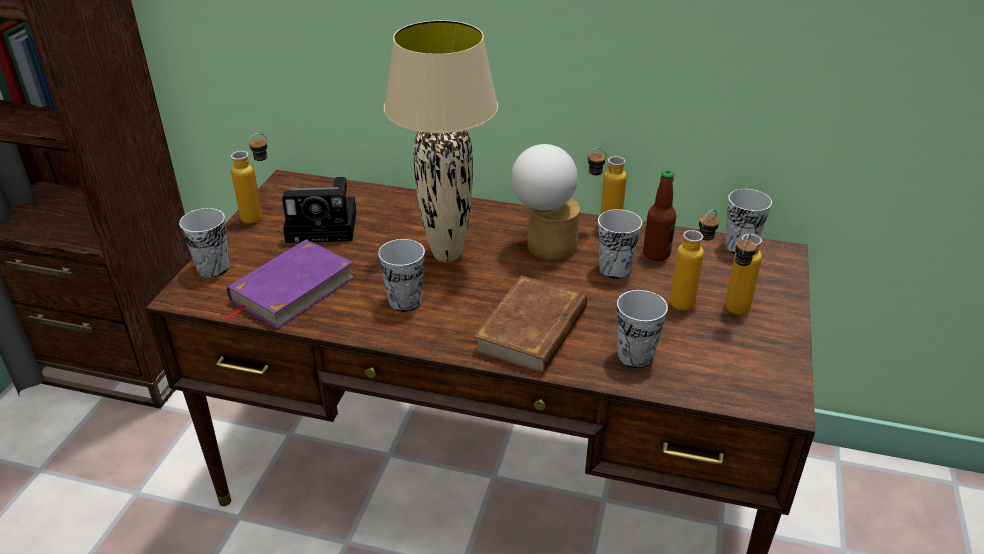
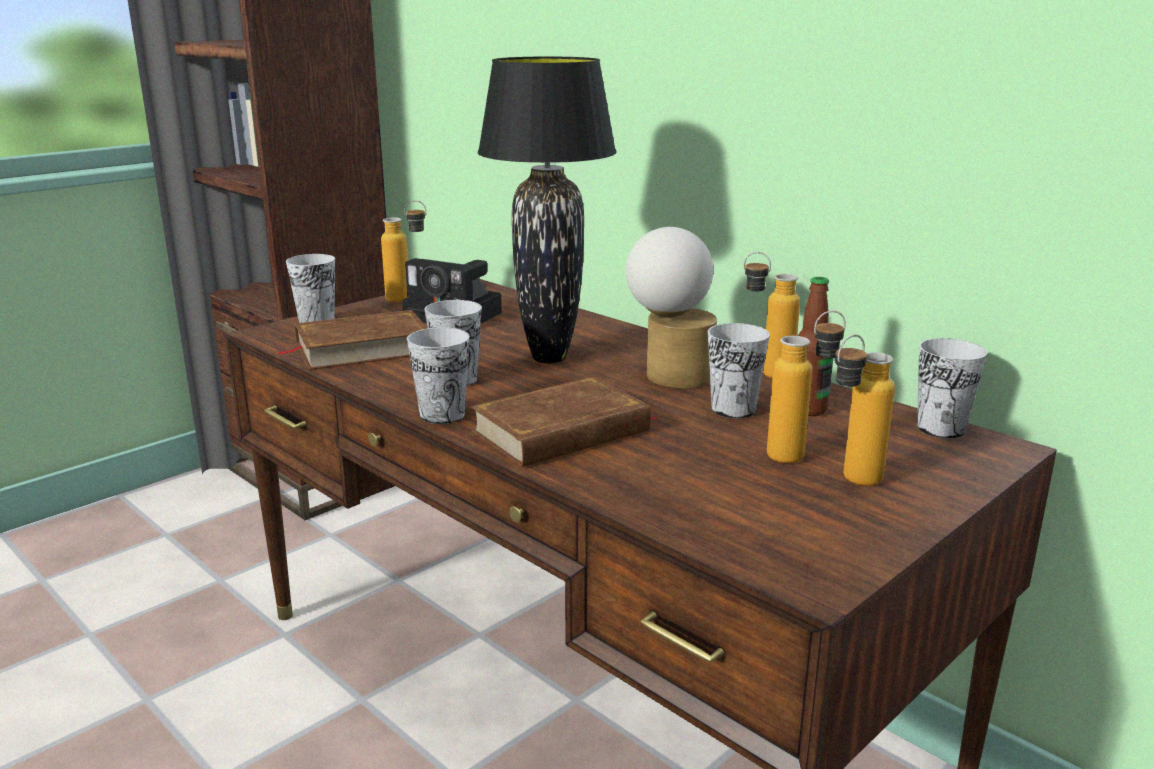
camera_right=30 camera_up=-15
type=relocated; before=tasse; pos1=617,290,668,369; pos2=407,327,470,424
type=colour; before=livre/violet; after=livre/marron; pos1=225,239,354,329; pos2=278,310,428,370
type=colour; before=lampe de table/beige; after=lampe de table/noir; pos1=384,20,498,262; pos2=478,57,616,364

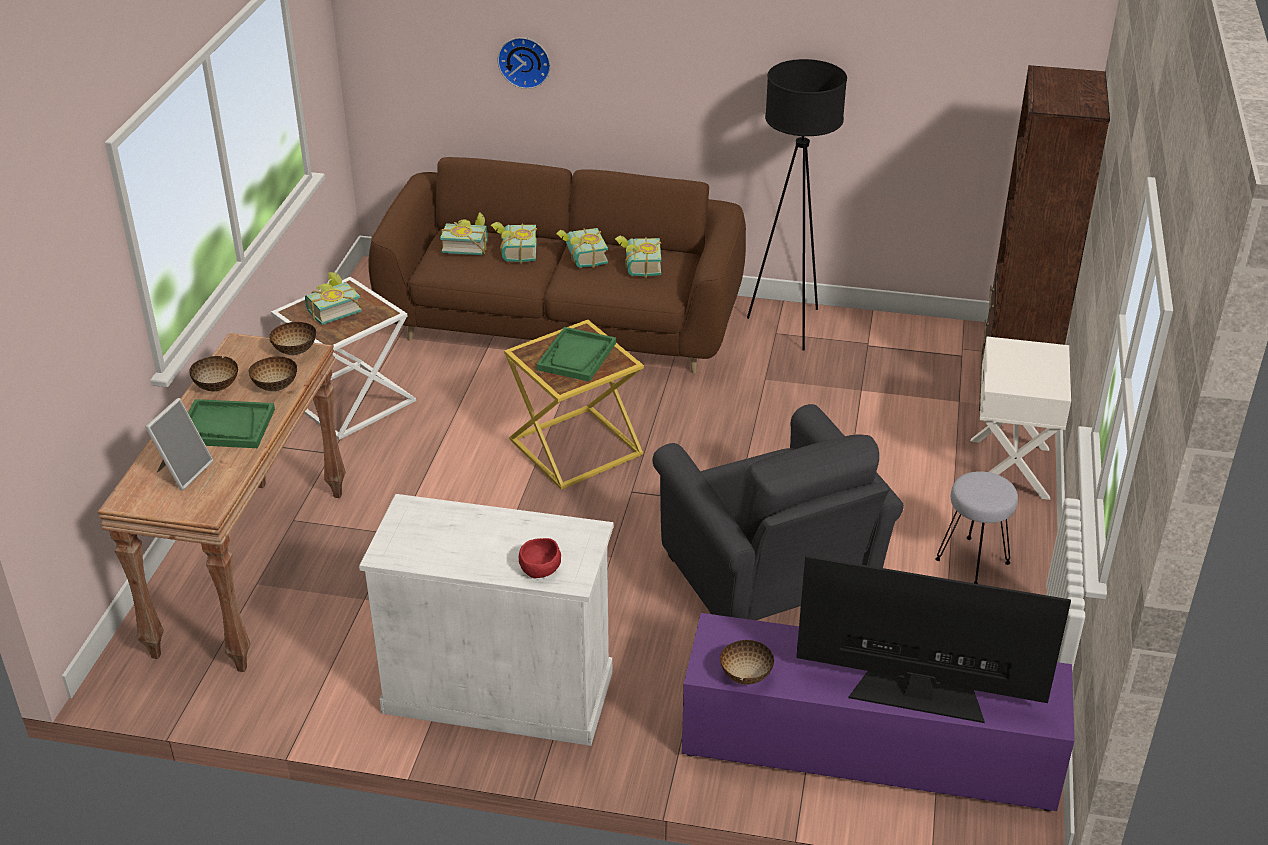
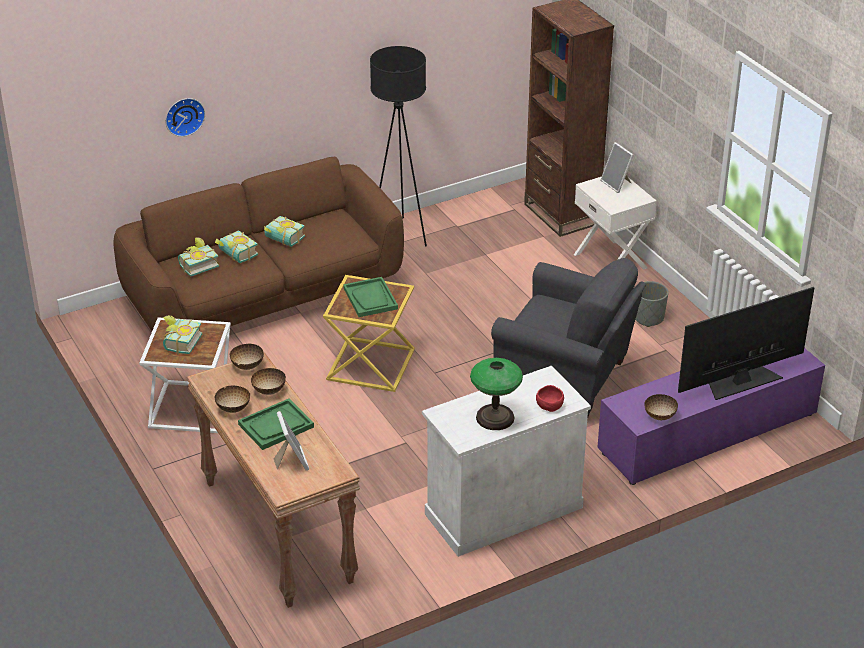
camera_right=-40 camera_up=0
type=missing; before=livre; pos1=615,235,661,278
type=appeared; after=lampe de table; pos2=470,358,523,430
type=appeared; after=cadre photo; pos2=601,142,634,193
type=exchanged; before=tabouret/gris; after=cache-pot/gris; pos1=935,471,1018,584; pos2=635,281,669,327

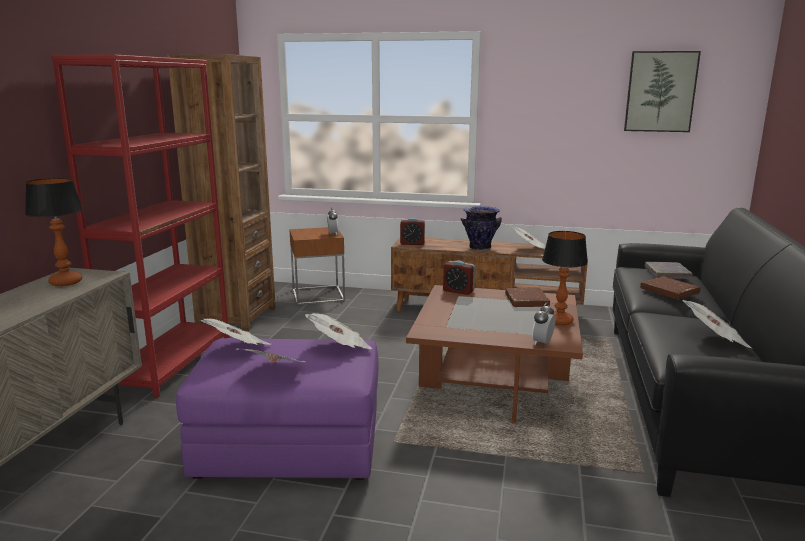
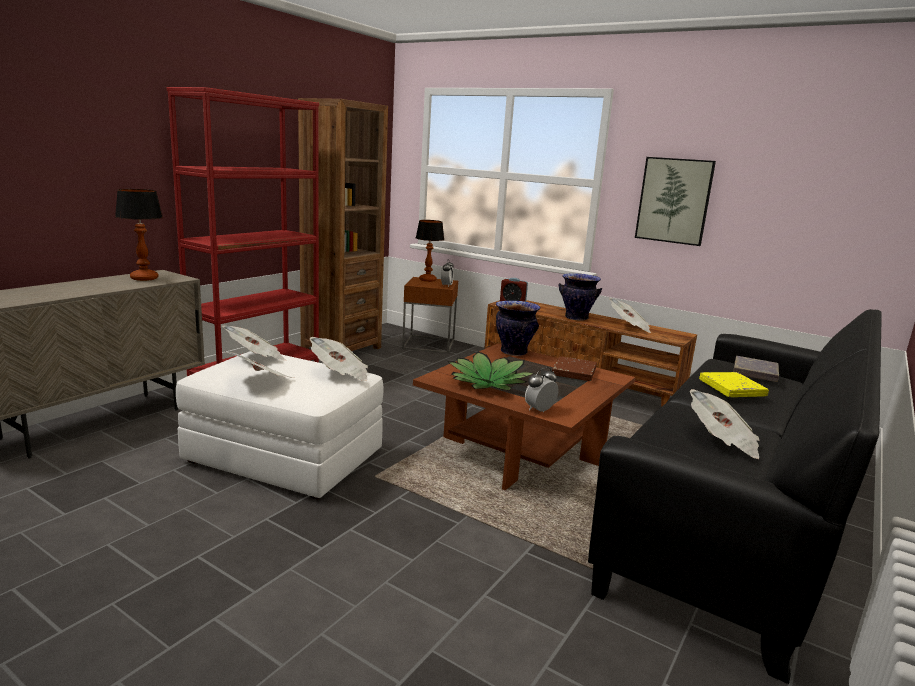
camera_right=20 camera_up=0
type=appeared; after=plante en pot; pos2=447,351,535,391
type=relocated; before=lampe de table; pos1=542,231,588,325; pos2=416,220,444,282
type=relocated; before=tableau; pos1=624,51,701,132; pos2=635,157,716,246
type=exchanged; before=réveil; after=vase; pos1=443,261,475,295; pos2=496,301,540,356
type=colour; before=pouf/violet; after=pouf/blanc; pos1=176,338,378,480; pos2=176,351,384,499
type=colour; before=livre/marron; after=livre/jaune; pos1=640,276,701,300; pos2=699,372,769,397

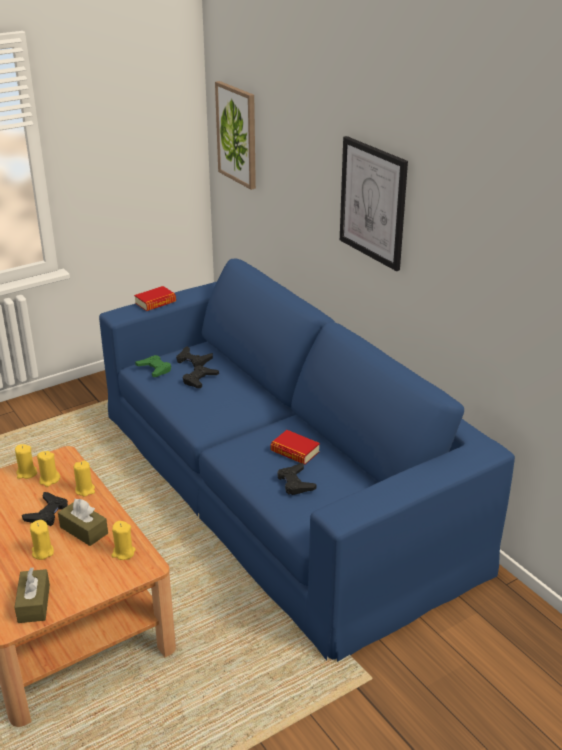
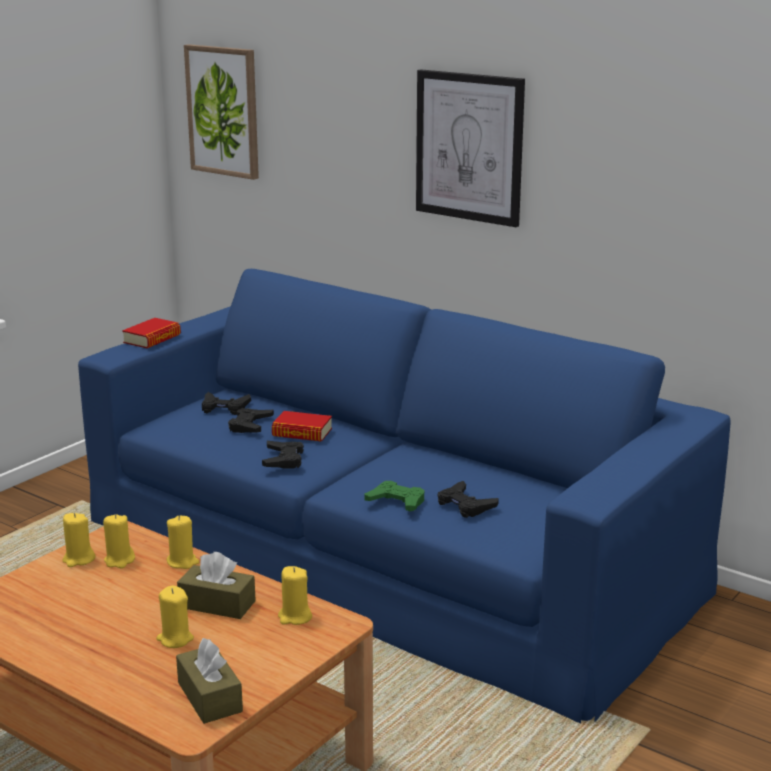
camera_right=-20 camera_up=-10
type=relocated; before=manette/noir; pos1=22,492,68,526; pos2=262,441,304,469
type=relocated; before=manette/vert; pos1=135,355,171,377; pos2=364,481,424,511
type=relocated; before=livre; pos1=271,430,320,465; pos2=272,411,332,442

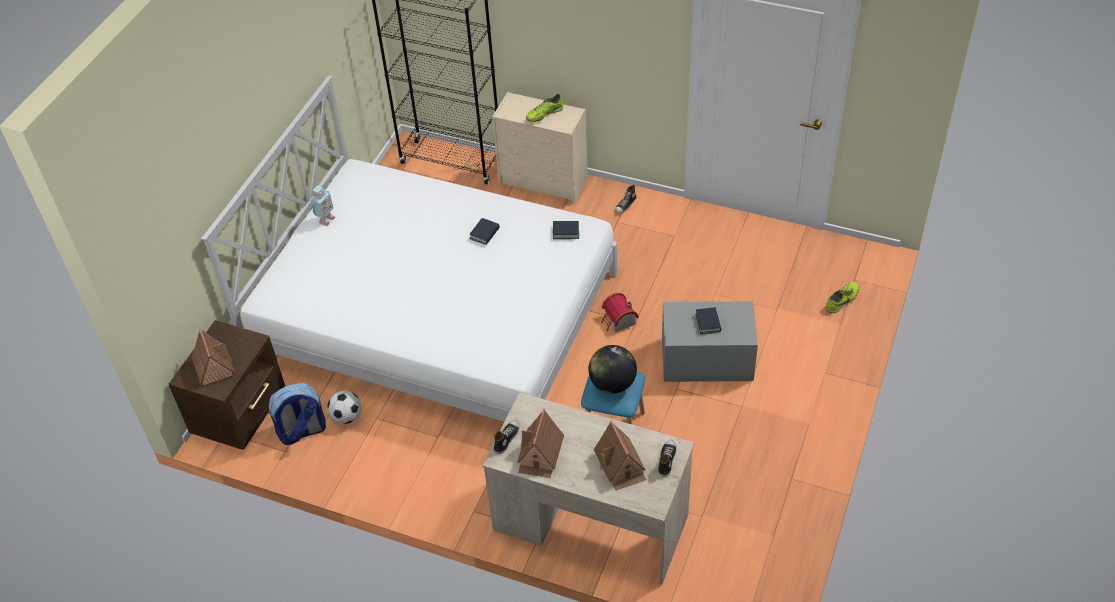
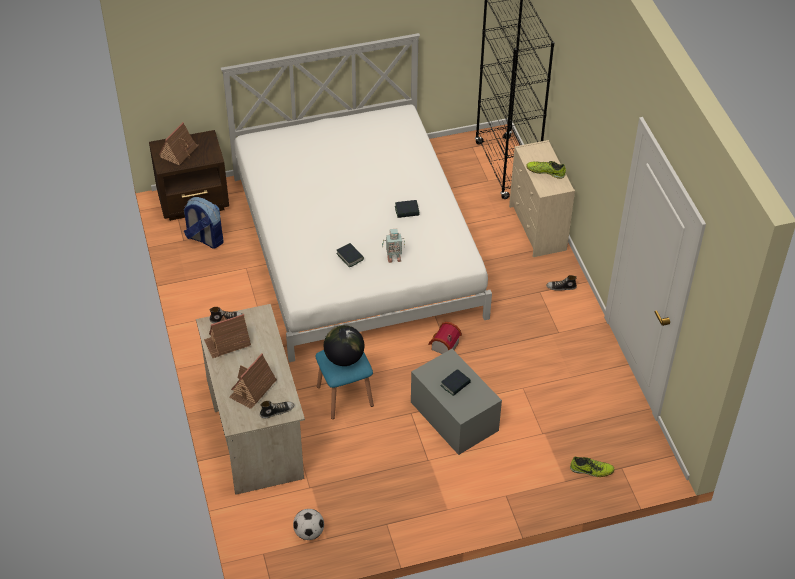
camera_right=50 camera_up=0
type=relocated; before=robot jouet; pos1=311,185,335,226; pos2=382,229,405,263
type=relocated; before=ballon de foot; pos1=327,390,361,424; pos2=293,509,324,540
type=relocated; before=livre; pos1=553,221,579,239; pos2=337,243,364,267

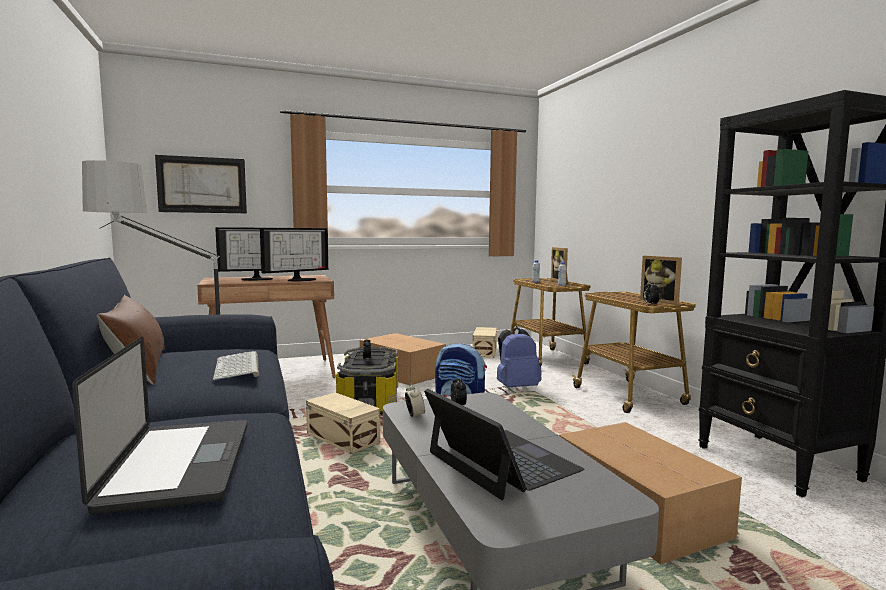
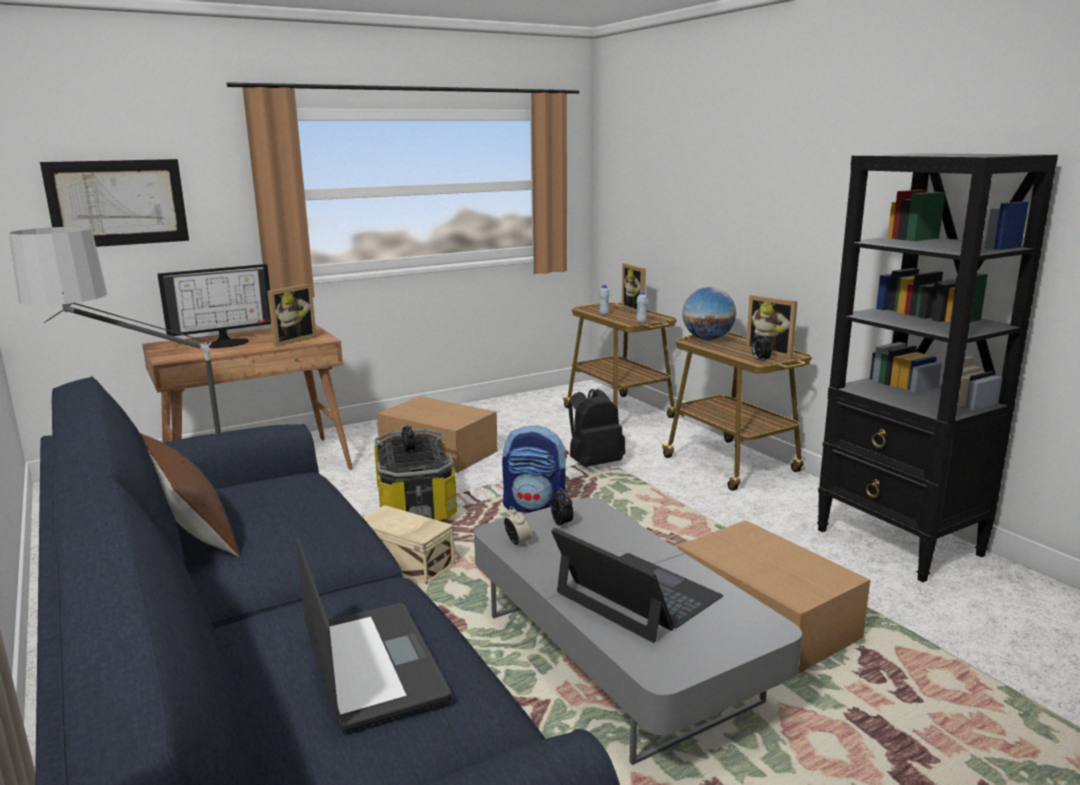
camera_right=-10 camera_up=10
type=missing; before=clavier; pos1=213,351,260,380
type=missing; before=boîte de rangement/beige; pos1=473,327,497,358
type=appeared; after=globe; pos2=682,287,736,340
type=exchanged; before=écran d'ordinateur; after=cadre photo; pos1=260,228,328,281; pos2=267,284,317,347
type=colour; before=sac à dos/bleu; after=sac à dos/noir; pos1=497,327,541,388; pos2=568,389,625,467

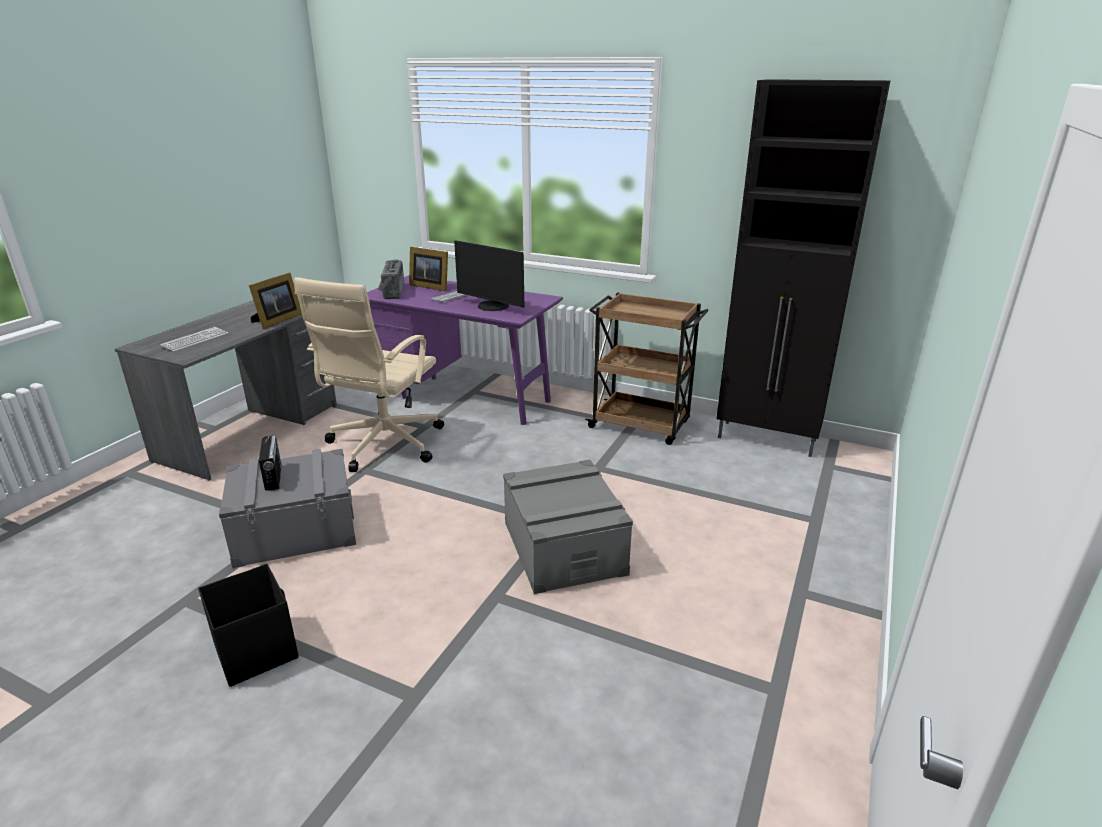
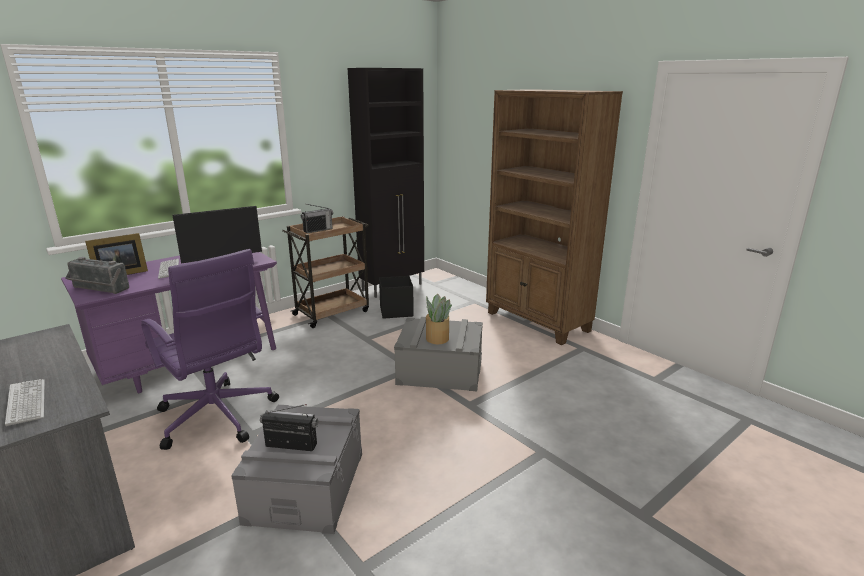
camera_right=-65 camera_up=-5
type=missing; before=cadre photo; pos1=249,273,302,329
type=appeared; after=radio; pos2=301,204,333,233
type=appeared; after=plante en pot; pos2=426,294,452,344
type=appeared; after=bibliothèque/marron; pos2=486,89,623,345
type=relocated; before=boîte de rangement/noir; pos1=198,564,299,687; pos2=379,276,414,319
type=colour; before=chaise de bureau/beige; after=chaise de bureau/violet; pos1=294,277,444,472; pos2=141,249,279,450

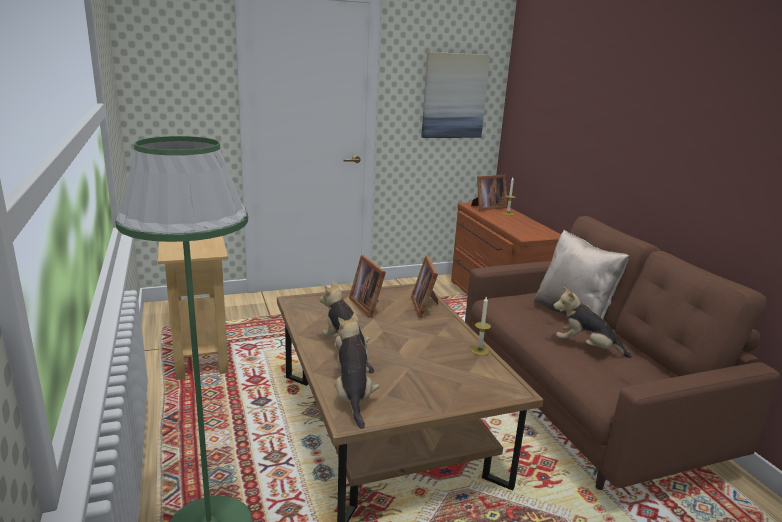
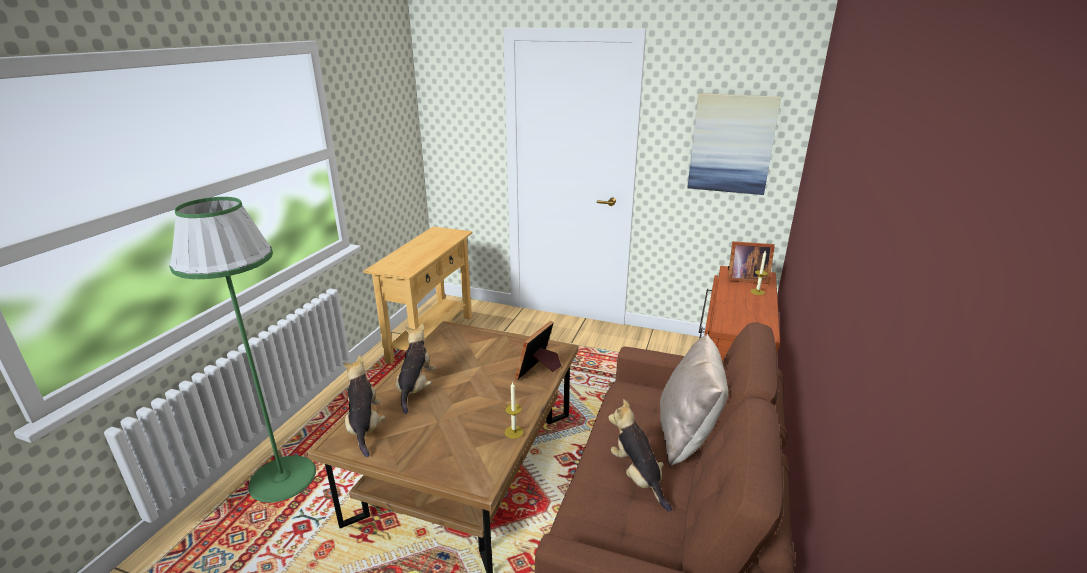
camera_right=40 camera_up=5
type=missing; before=cadre photo; pos1=349,255,386,318
type=spun; before=peluche; pos1=336,313,380,429; pos2=343,355,385,457; turn=-45

